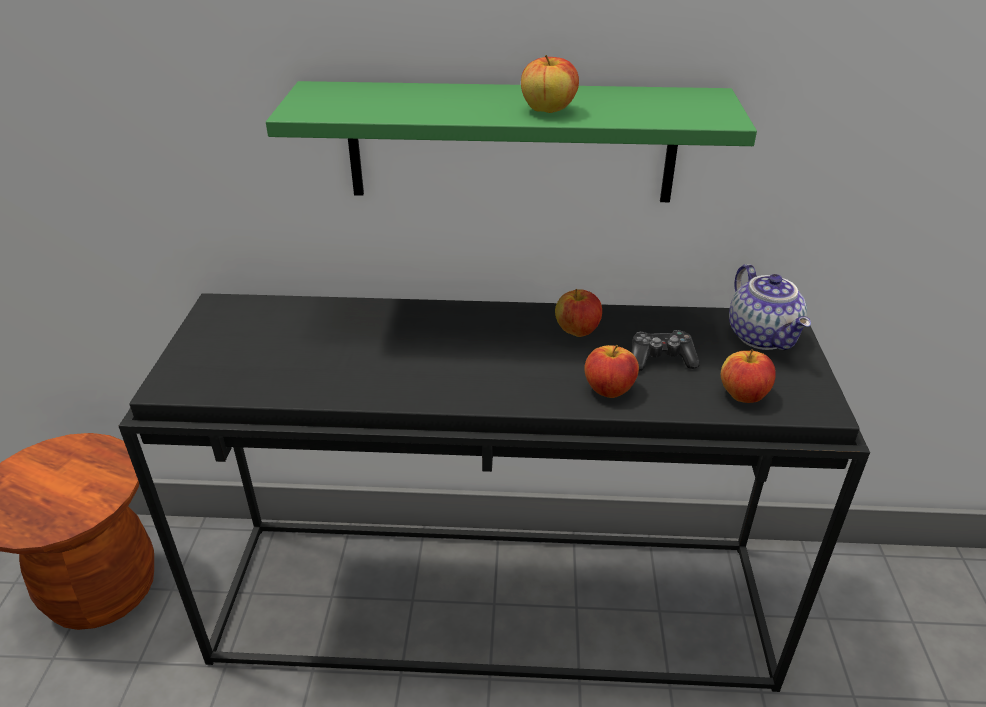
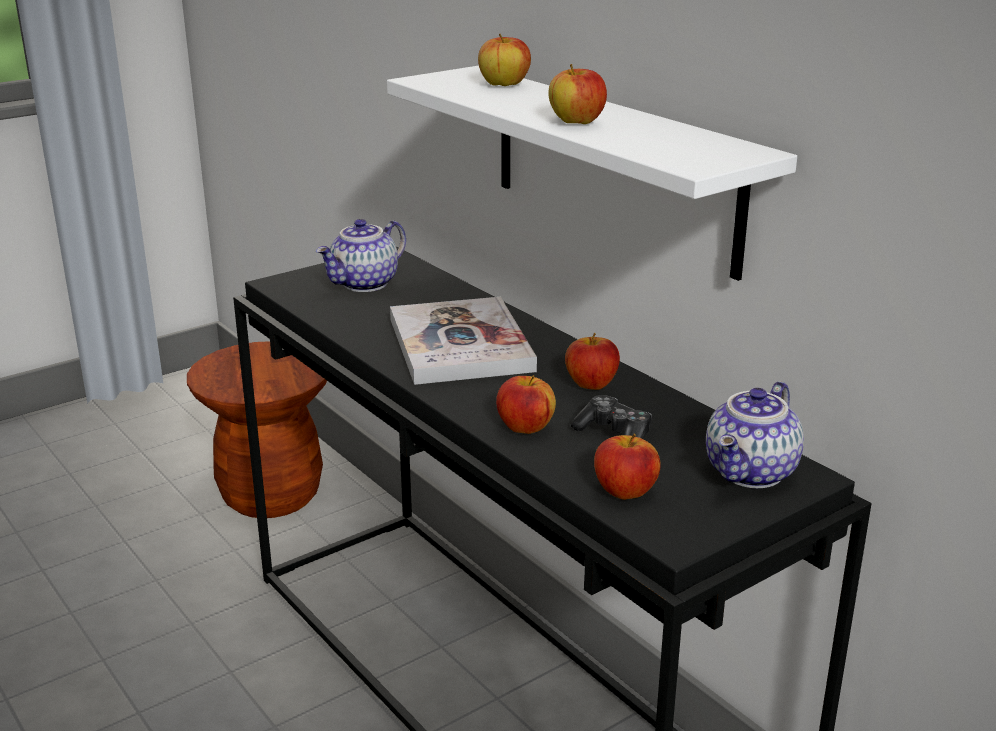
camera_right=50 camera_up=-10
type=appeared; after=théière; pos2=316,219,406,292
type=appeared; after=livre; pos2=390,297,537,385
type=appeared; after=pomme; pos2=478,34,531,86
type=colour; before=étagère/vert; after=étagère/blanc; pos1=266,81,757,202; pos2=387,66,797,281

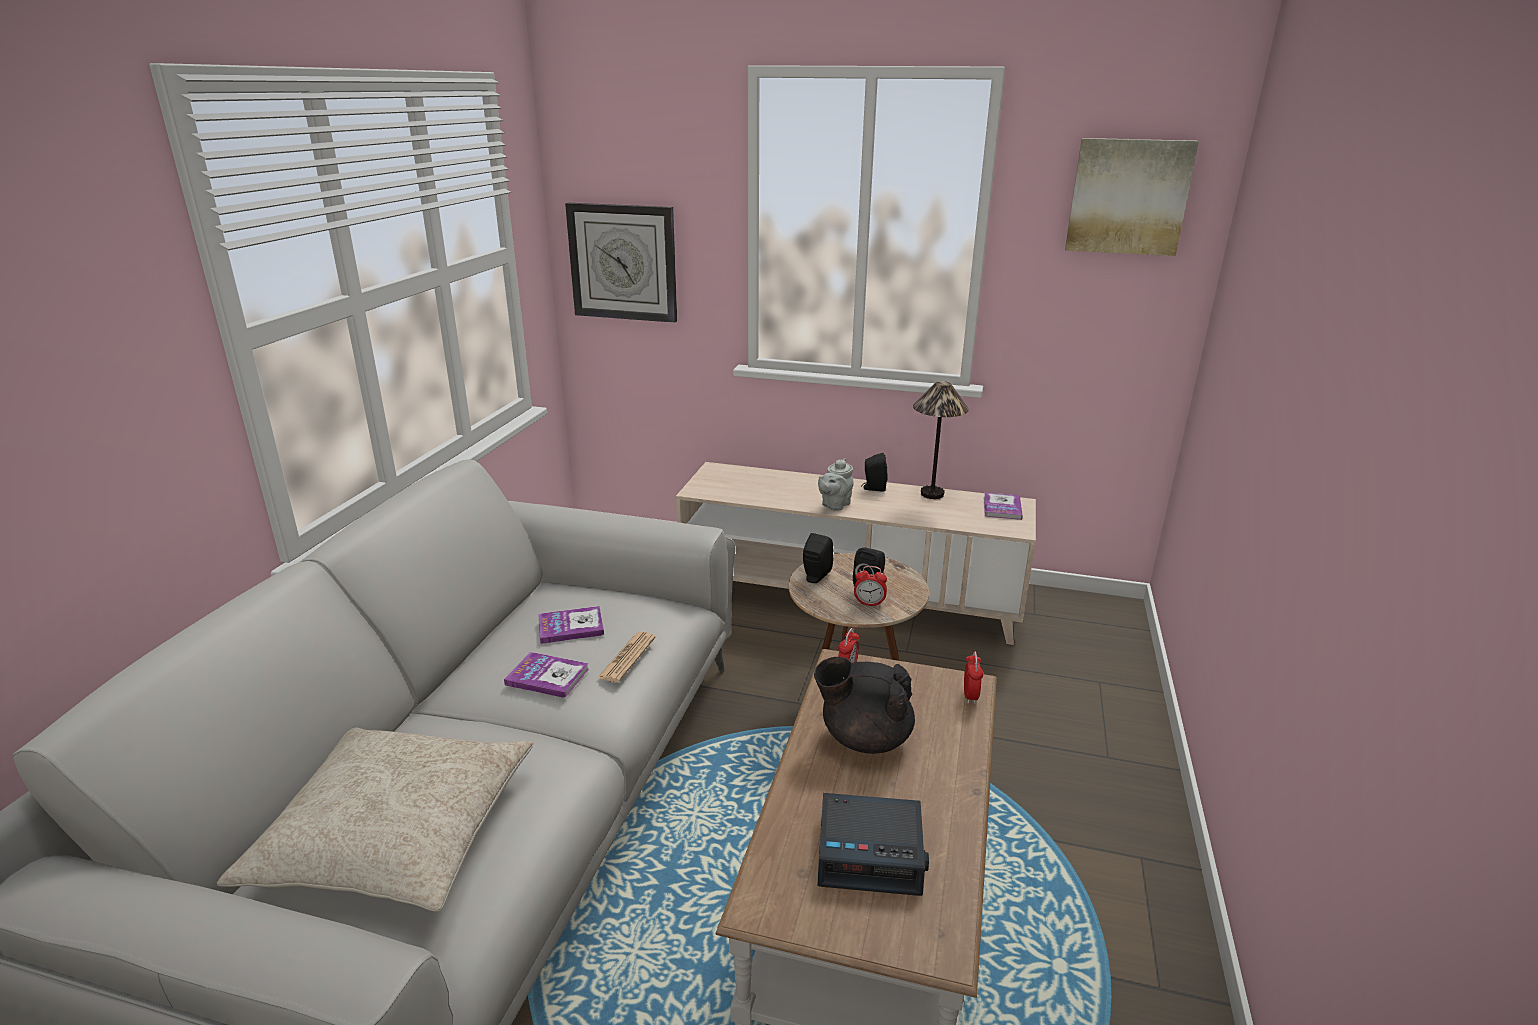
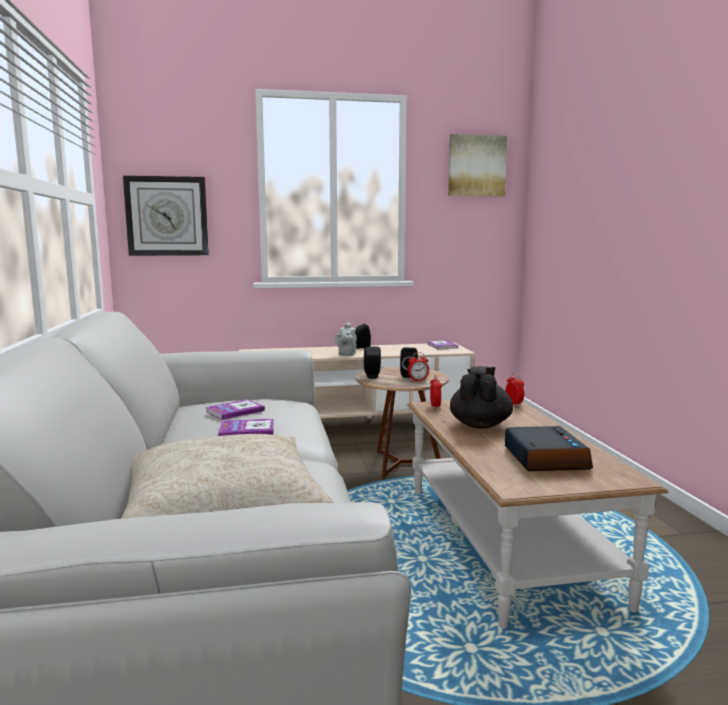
camera_right=-25 camera_up=-15
type=missing; before=journal; pos1=597,632,656,683
type=missing; before=lampe de table; pos1=913,381,969,499
type=spun; before=théière/noir; pos1=814,657,915,754; pos2=450,366,513,429; turn=120
type=spun; before=réveil; pos1=817,793,929,896; pos2=505,426,593,471; turn=-75

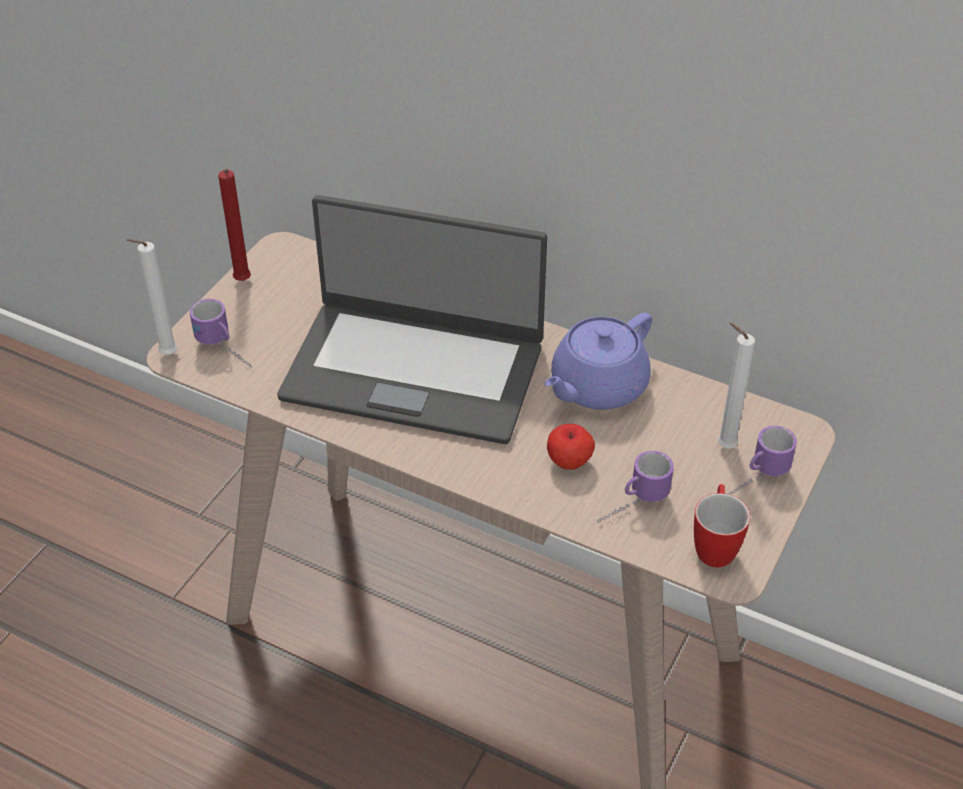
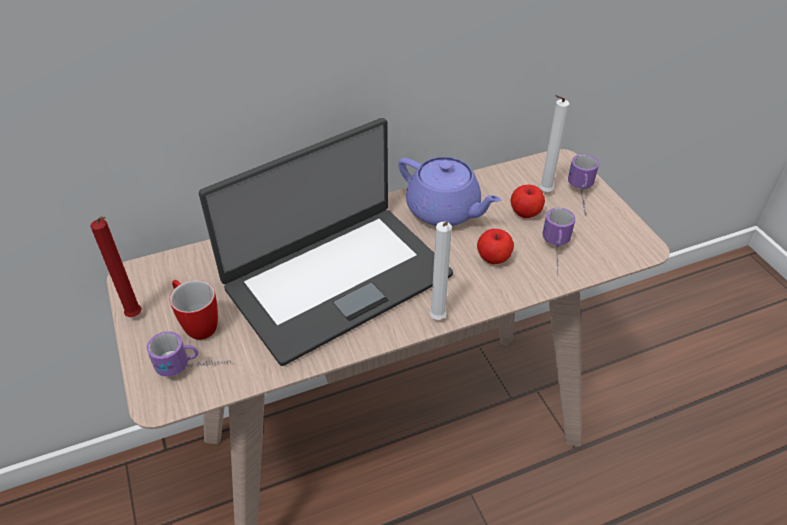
camera_right=-50 camera_up=0
type=appeared; after=pomme; pos2=510,185,545,218
type=relocated; before=bougie/blanc; pos1=127,239,177,355; pos2=430,222,452,320
type=relocated; before=mug; pos1=694,484,750,567; pos2=170,280,218,340
type=spun; before=théière/violet; pos1=544,312,652,410; pos2=398,157,501,226; turn=-45

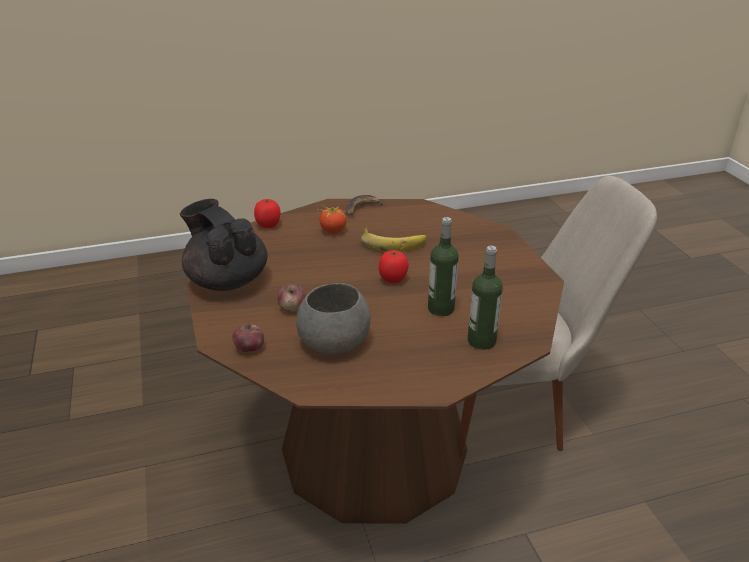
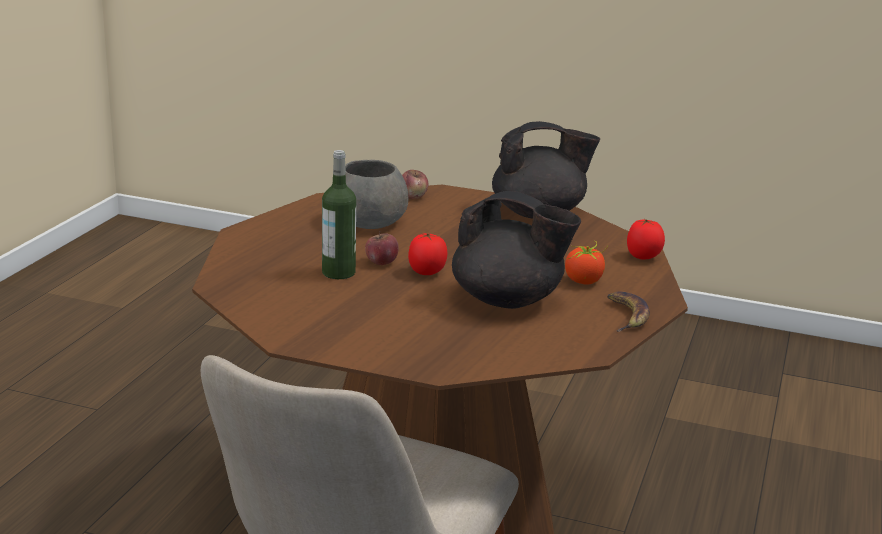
camera_right=125 camera_up=-10
type=missing; before=bouteille; pos1=468,246,503,350
type=relocated; before=pomme; pos1=278,283,306,312; pos2=365,231,399,265
type=exchanged; before=banane; after=théière/noir; pos1=361,227,427,252; pos2=452,191,581,309

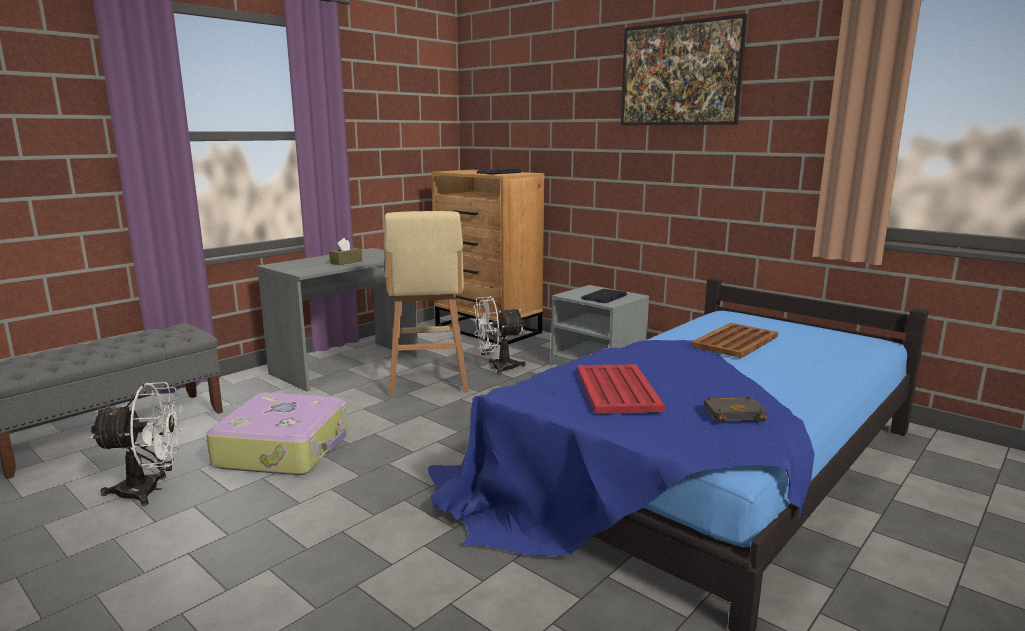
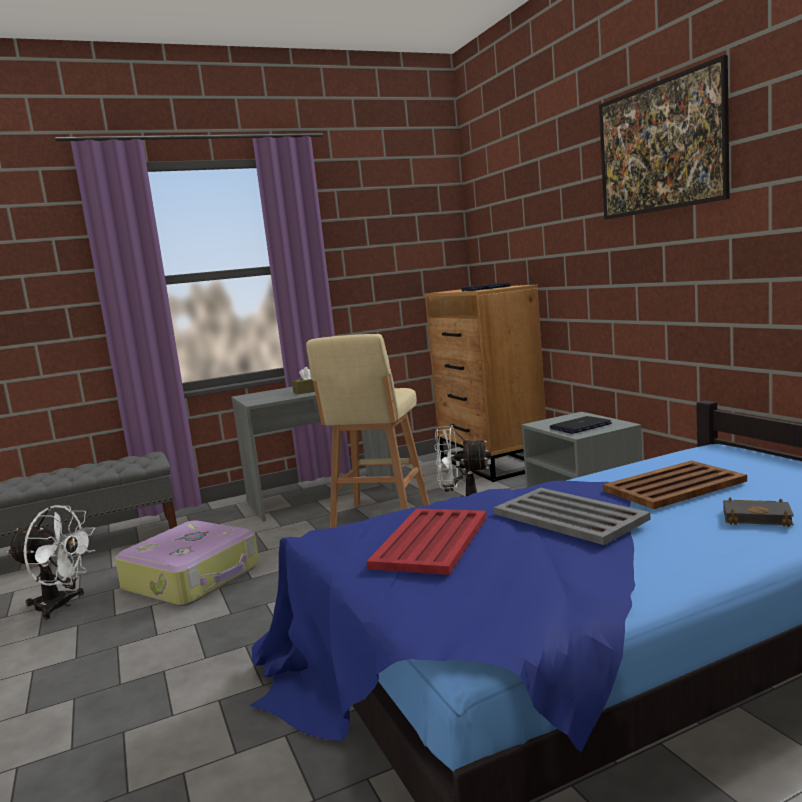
camera_right=25 camera_up=-5
type=appeared; after=plateau/gris; pos2=494,488,651,545
type=relocated; before=livre/noir; pos1=704,396,767,422; pos2=723,498,794,527

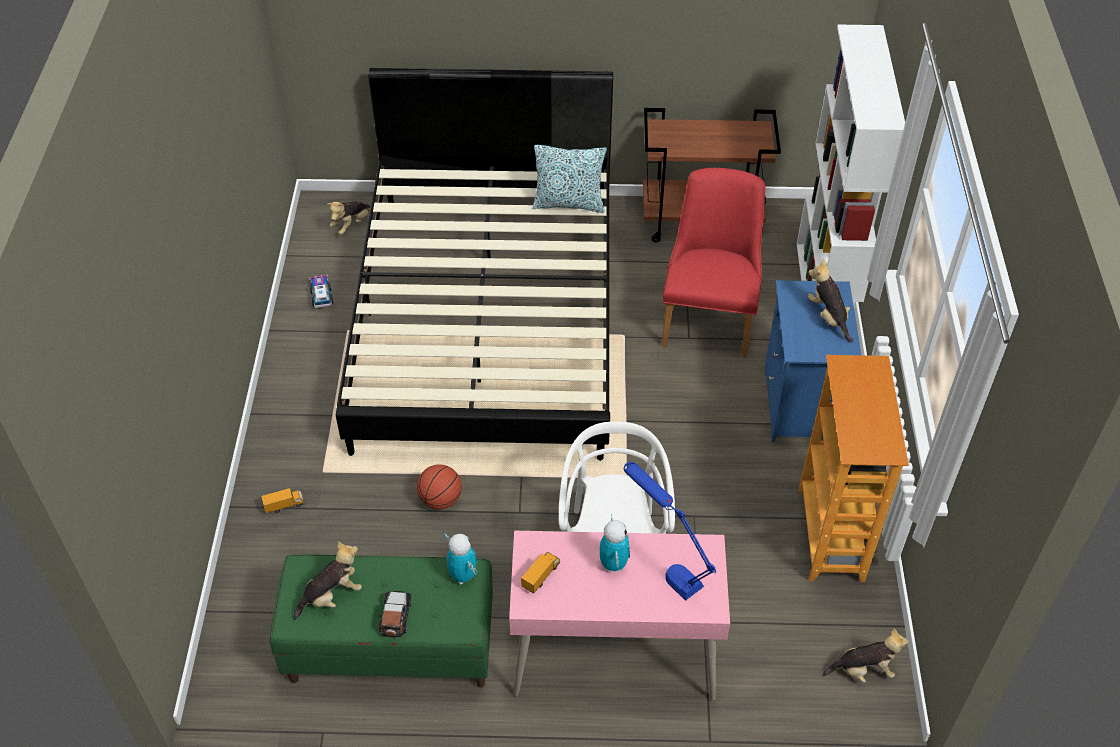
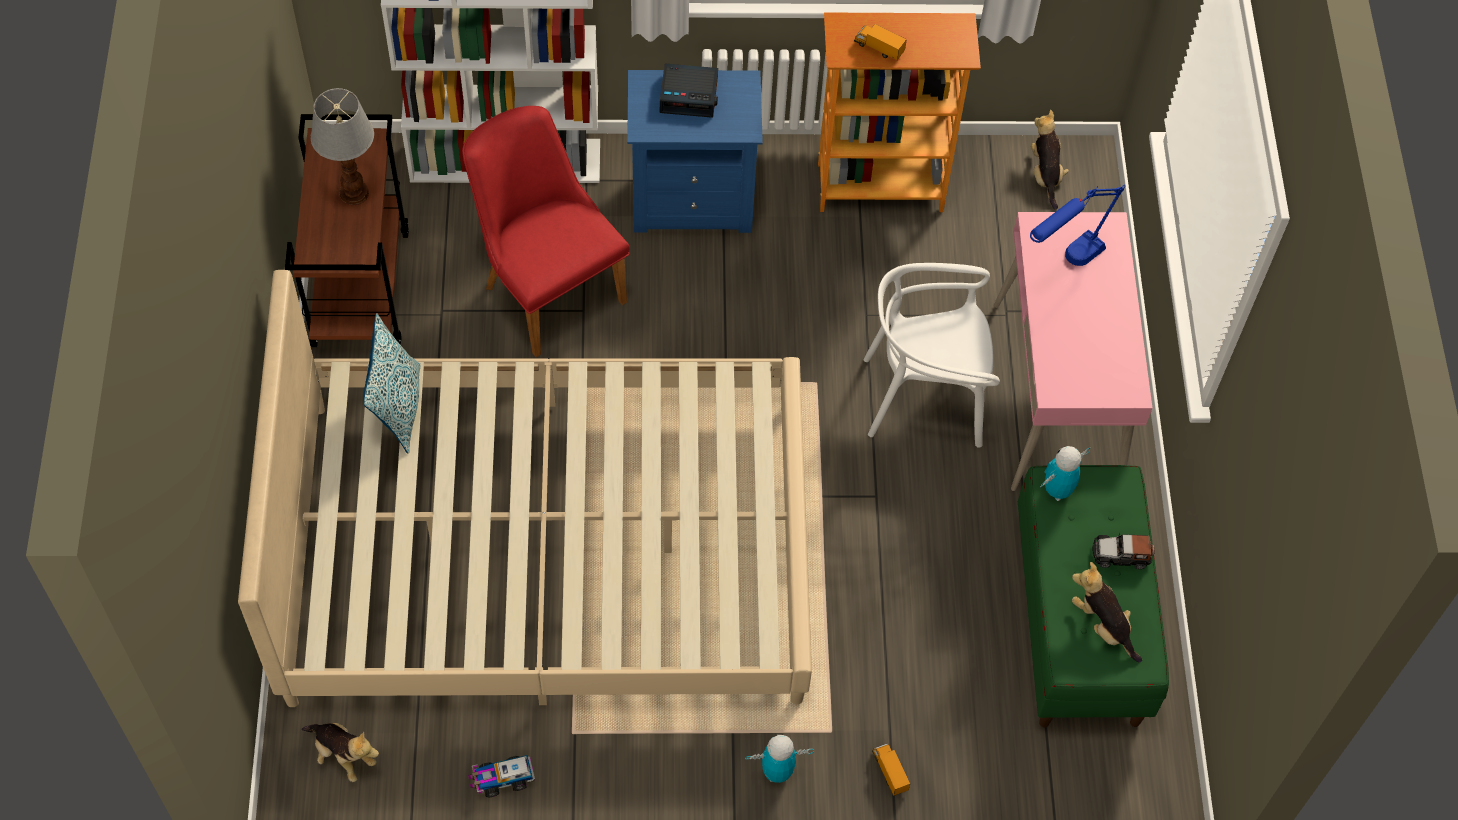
camera_right=-95 camera_up=10
type=missing; before=ballon de basket; pos1=417,464,462,509
type=appeared; after=lampe de table; pos2=311,88,374,205
type=relocated; before=camion jouet; pos1=521,552,560,594; pos2=854,24,907,60
type=relocated; before=robot jouet; pos1=600,514,630,571; pos2=745,735,814,783
type=exchanged; before=peluche; after=réveil; pos1=808,259,853,343; pos2=659,63,718,118
type=colour; before=lit/noir; after=lit/beige; pos1=336,68,613,461; pos2=238,270,812,707
type=spun; before=chaise/rouge; pos1=662,168,765,358; pos2=462,106,630,357; turn=45

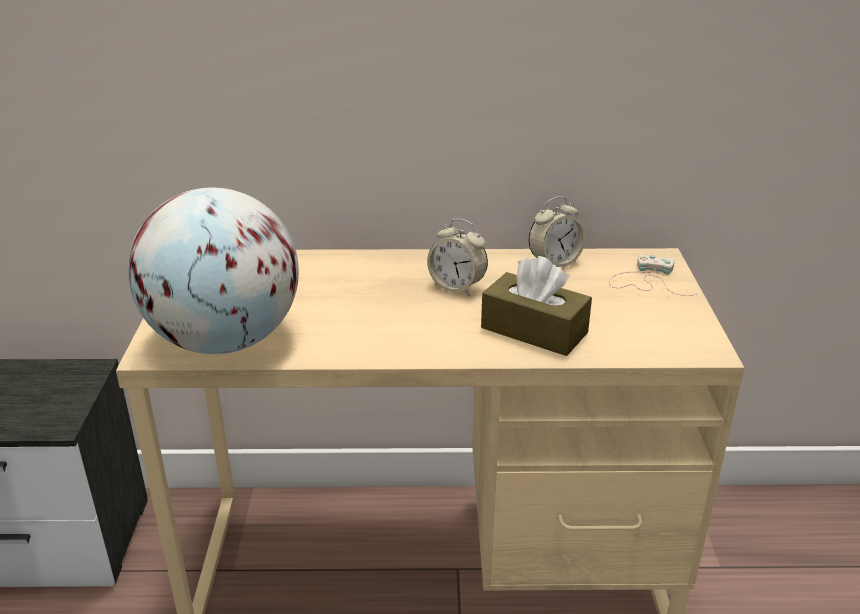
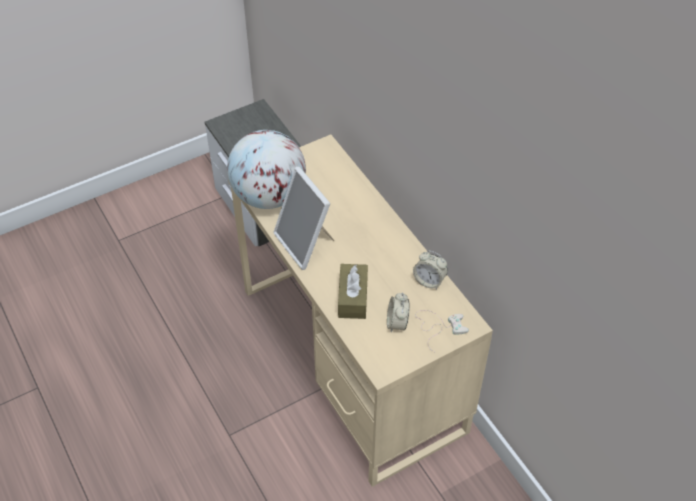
camera_right=60 camera_up=20
type=appeared; after=cadre photo; pos2=273,167,334,270
type=relocated; before=réveil; pos1=427,219,488,296; pos2=387,292,410,332

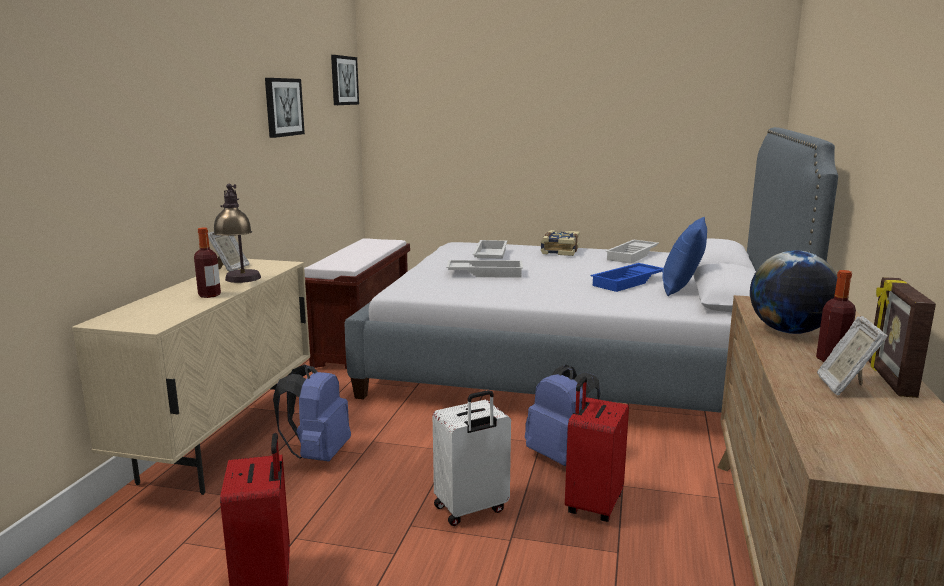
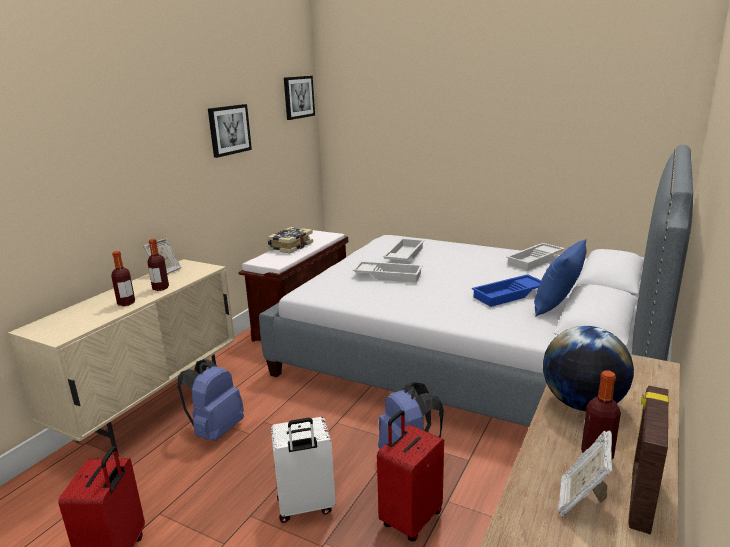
camera_right=15 camera_up=5
type=relocated; before=livre; pos1=541,230,580,256; pos2=267,227,313,254
type=exchanged; before=lampe de table; after=bouteille; pos1=213,184,261,283; pos2=147,239,169,291

